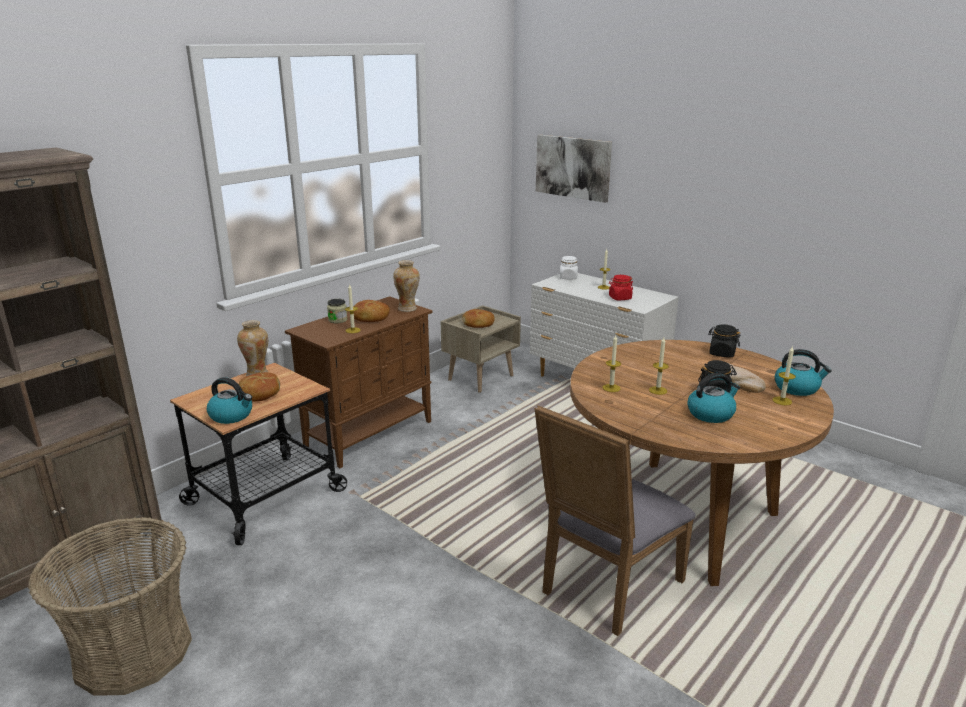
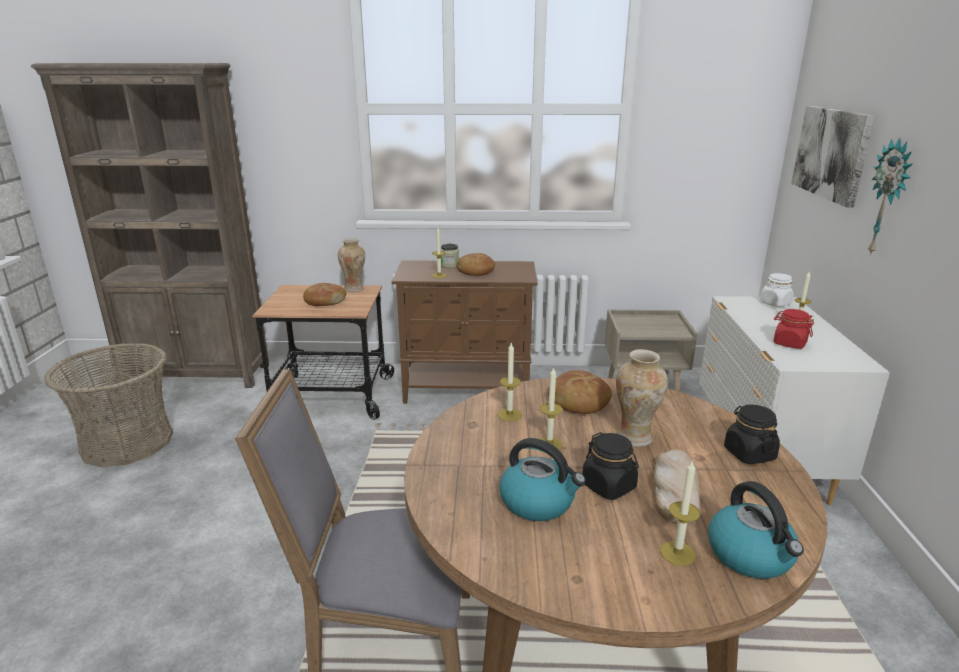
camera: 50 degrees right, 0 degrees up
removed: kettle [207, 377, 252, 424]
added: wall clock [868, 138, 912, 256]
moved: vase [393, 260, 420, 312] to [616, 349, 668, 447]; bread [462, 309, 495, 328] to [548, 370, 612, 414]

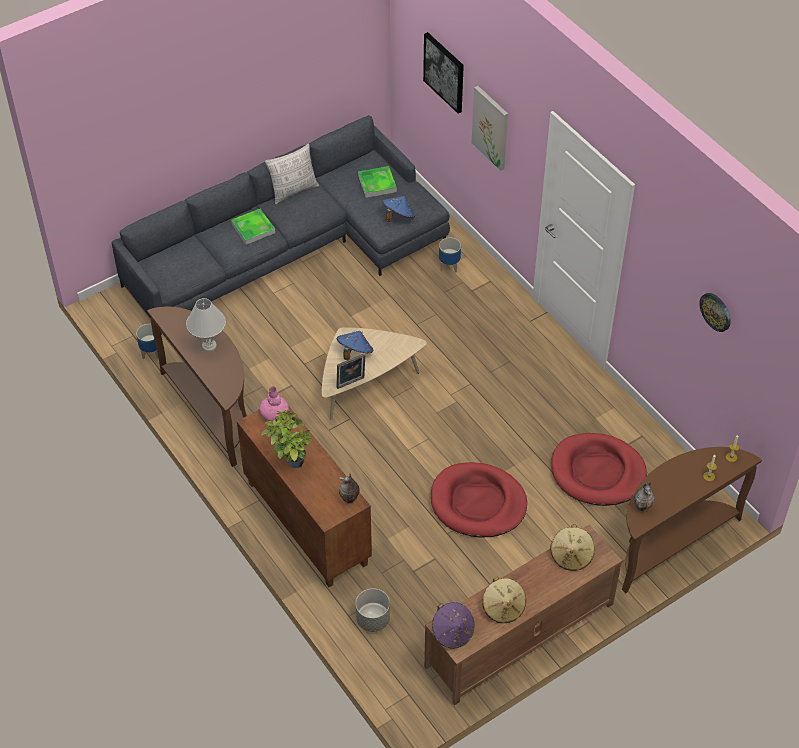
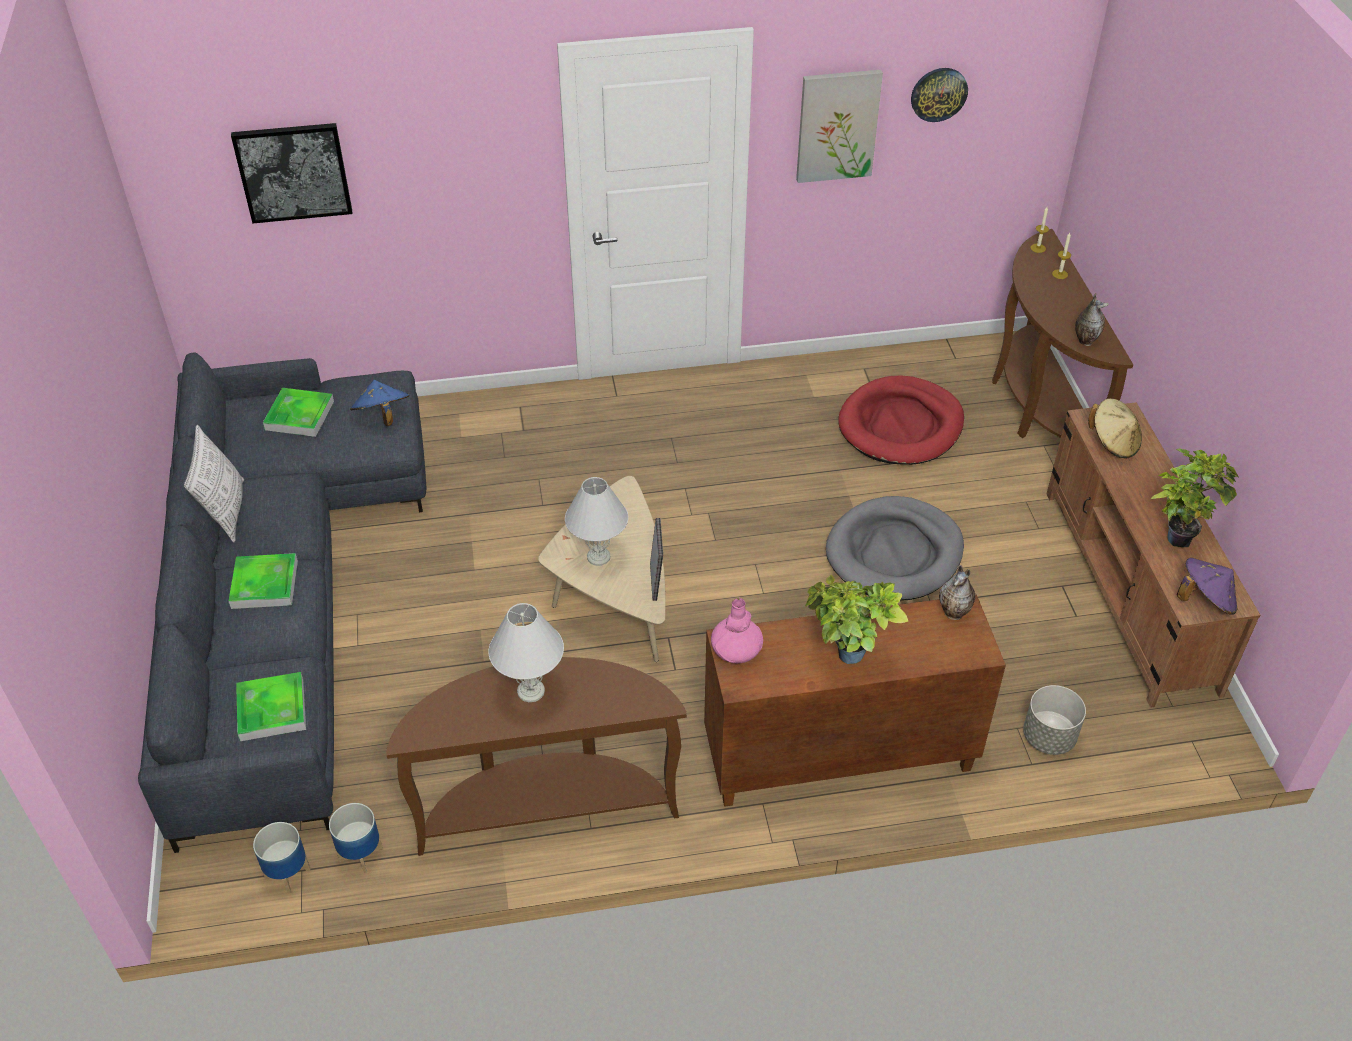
camera: 65 degrees left, 5 degrees down
added: tray [236, 672, 306, 741]
moved: picture [472, 86, 508, 171] to [796, 70, 883, 183]; planter [439, 237, 461, 272] to [253, 822, 311, 893]
replaced: blue hat [337, 331, 373, 360] to white table lamp [565, 477, 628, 566]; beige hat [483, 577, 526, 623] to potted plant [1151, 449, 1239, 547]
recoloured: red dog bed [431, 462, 527, 538] to grey dog bed [826, 496, 964, 601]

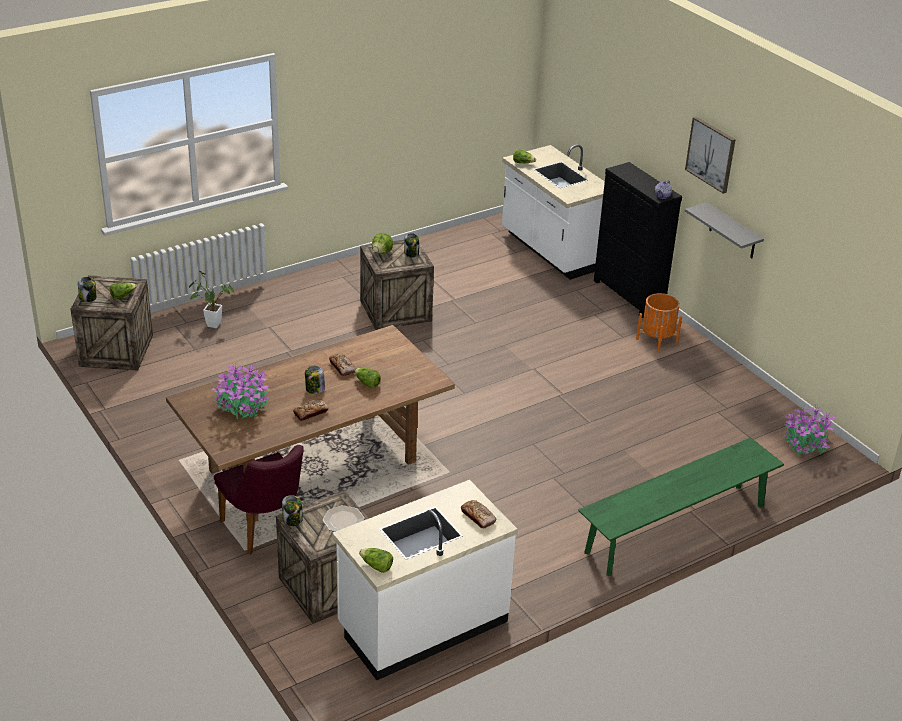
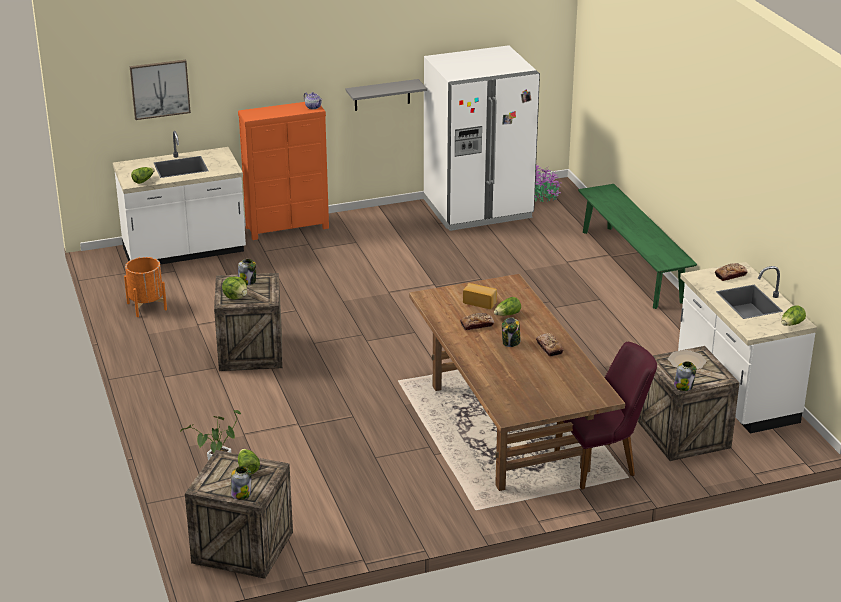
camera: 75 degrees left, 5 degrees down
removed: potted plant [212, 364, 270, 419]
added: white fridge [424, 45, 540, 231]; bread [463, 283, 497, 309]
moved: picture [685, 117, 736, 194] to [130, 60, 191, 120]; orange planter [636, 293, 682, 352] to [124, 257, 167, 317]
recoloured: black dresser [594, 162, 682, 318] to orange dresser [238, 102, 329, 240]

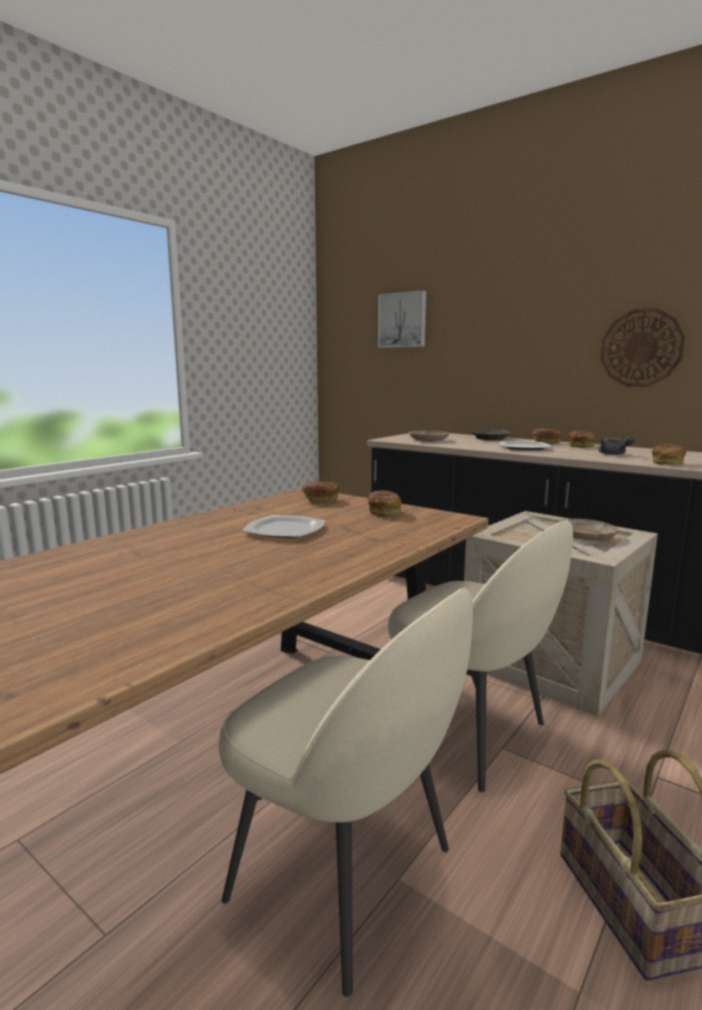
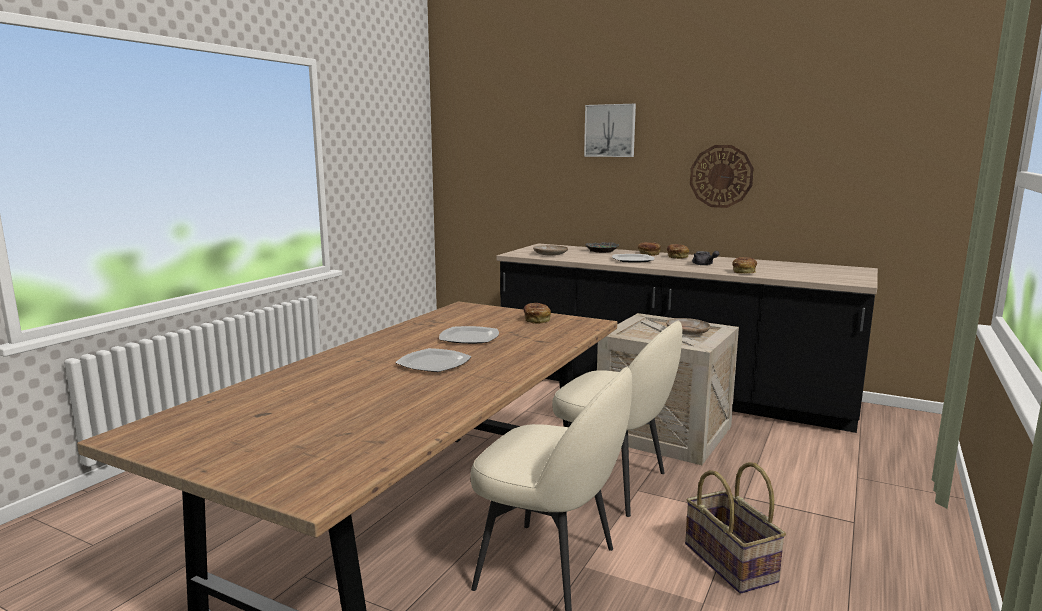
camera: 10 degrees left, 0 degrees up
removed: bread [302, 481, 339, 504]
added: plate [395, 348, 472, 372]
moved: picture [378, 290, 426, 348] to [584, 104, 636, 157]

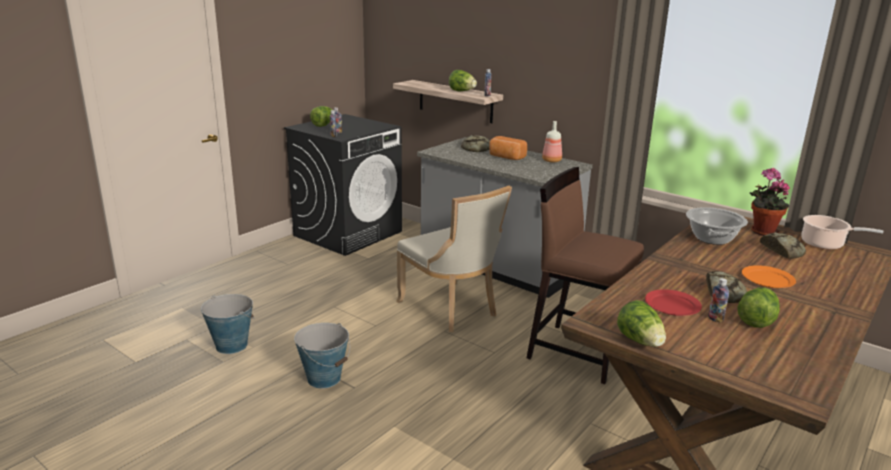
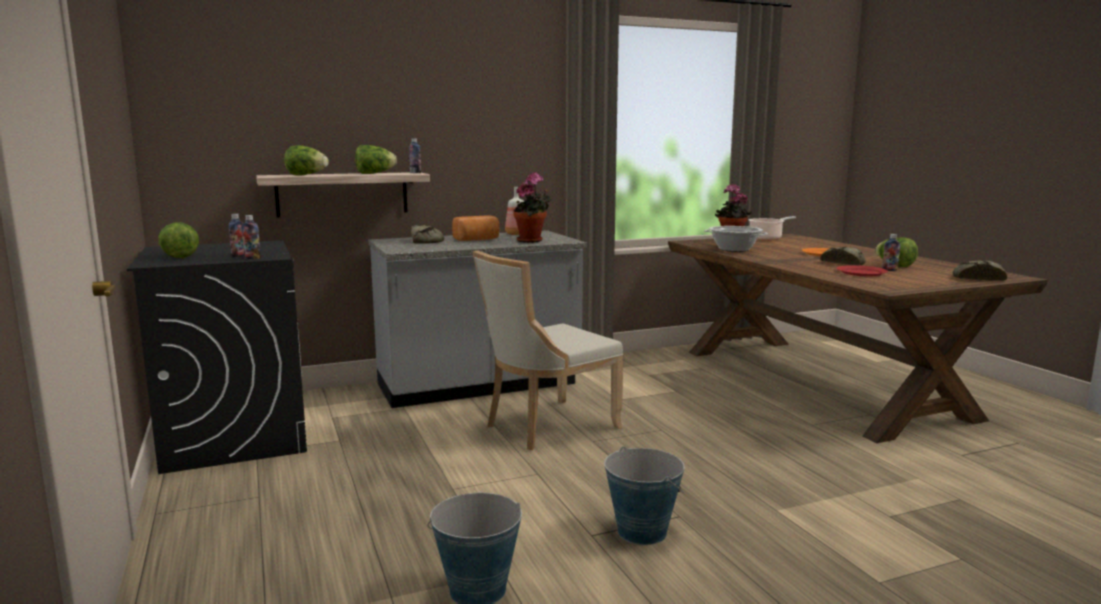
camera: 60 degrees left, 10 degrees down
removed: brown stool [527, 167, 644, 384]
added: potted plant [513, 172, 552, 243]
moved: bread [760, 232, 806, 259] to [953, 260, 1007, 281]; lettuce [617, 300, 666, 347] to [284, 145, 329, 176]
turned: beige chair [396, 186, 512, 332] = [473, 250, 624, 450] 150 degrees clockwise

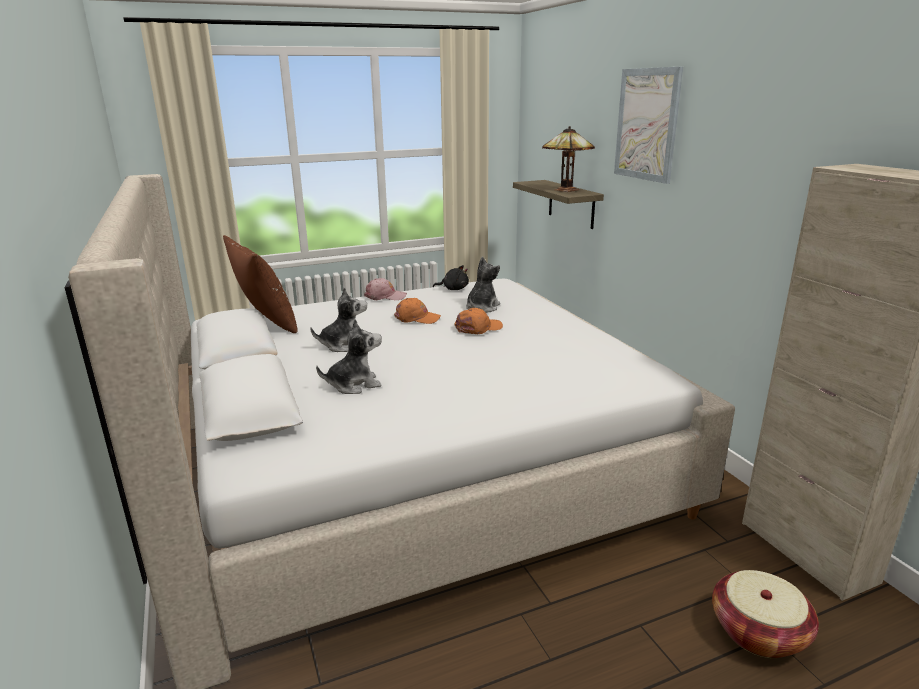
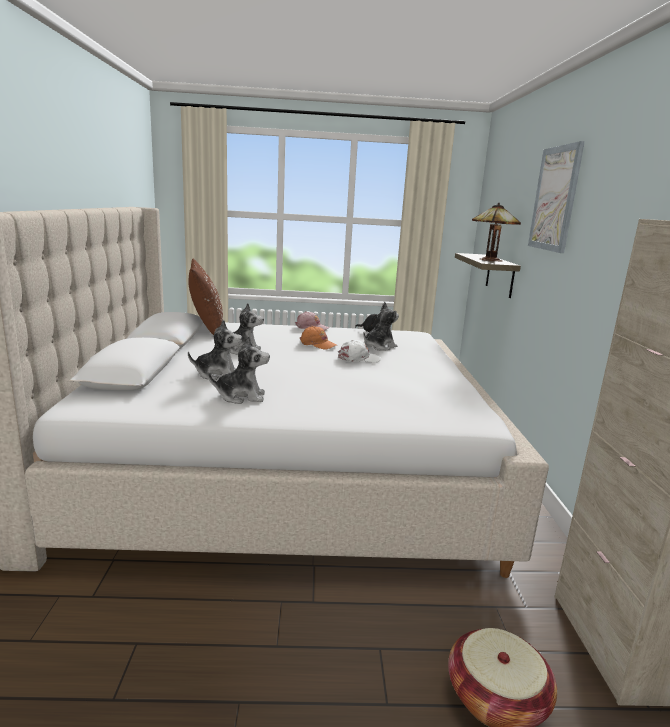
camera: 20 degrees right, 5 degrees down
added: plush toy [208, 335, 270, 404]
recoloured: orange cap [454, 308, 503, 334] to white cap [338, 340, 381, 363]

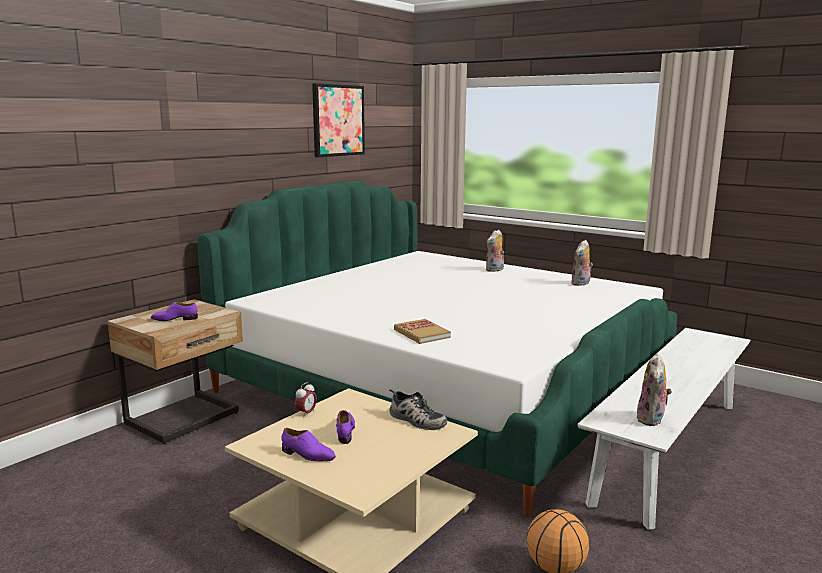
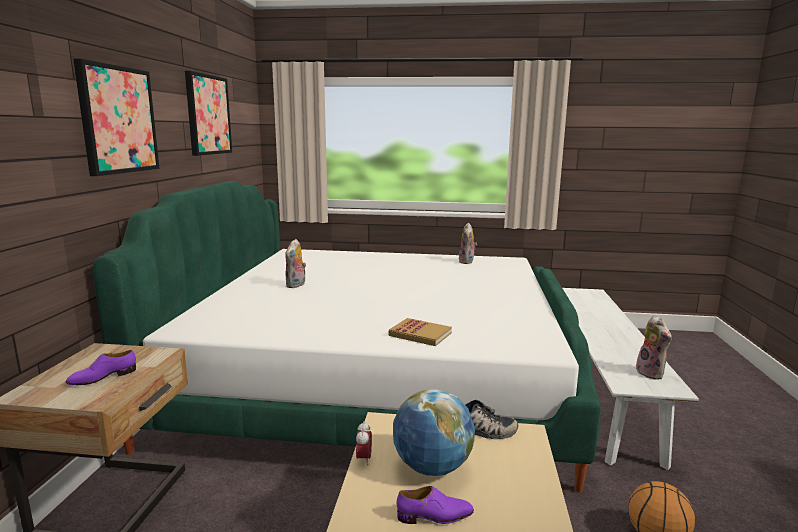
camera: 30 degrees left, 0 degrees up
added: picture [73, 59, 159, 176]
moved: plush toy [486, 229, 504, 272] to [285, 239, 306, 288]
replaced: purple shoe [336, 410, 355, 444] to globe [393, 389, 475, 476]

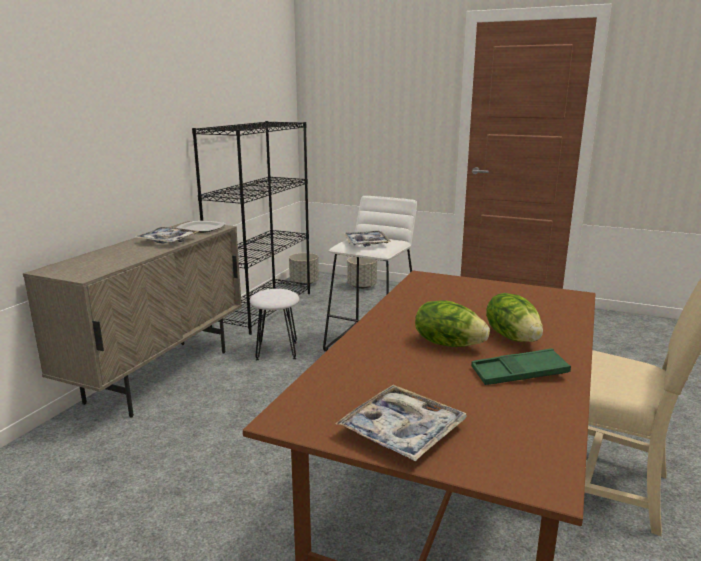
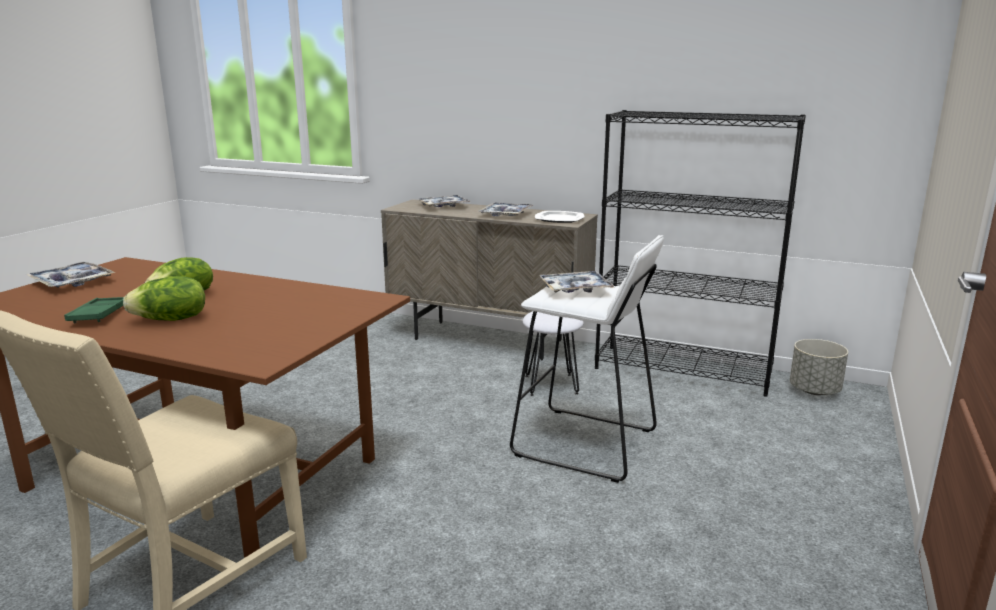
camera: 90 degrees right, 0 degrees up
removed: grey planter [347, 257, 377, 289]
added: tray [418, 195, 470, 207]

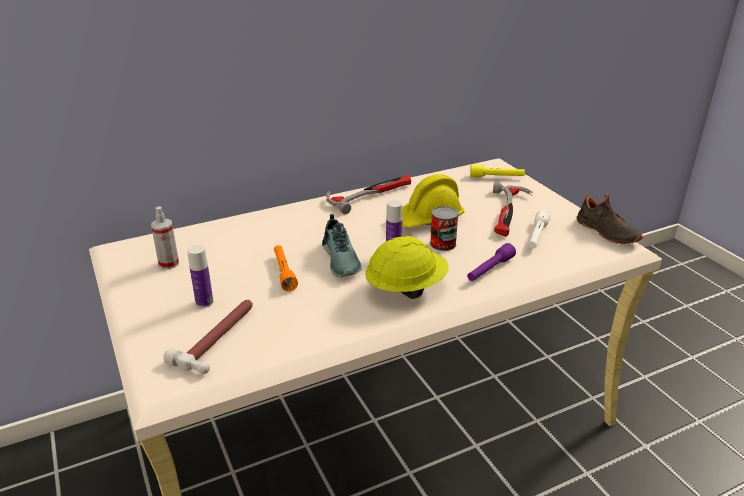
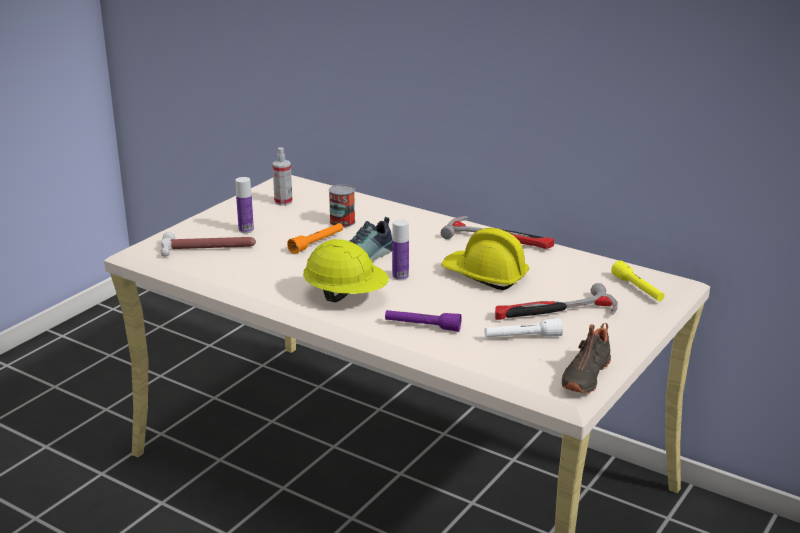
camera: 60 degrees right, 5 degrees down
moved: can [430, 206, 459, 251] to [329, 184, 355, 228]

